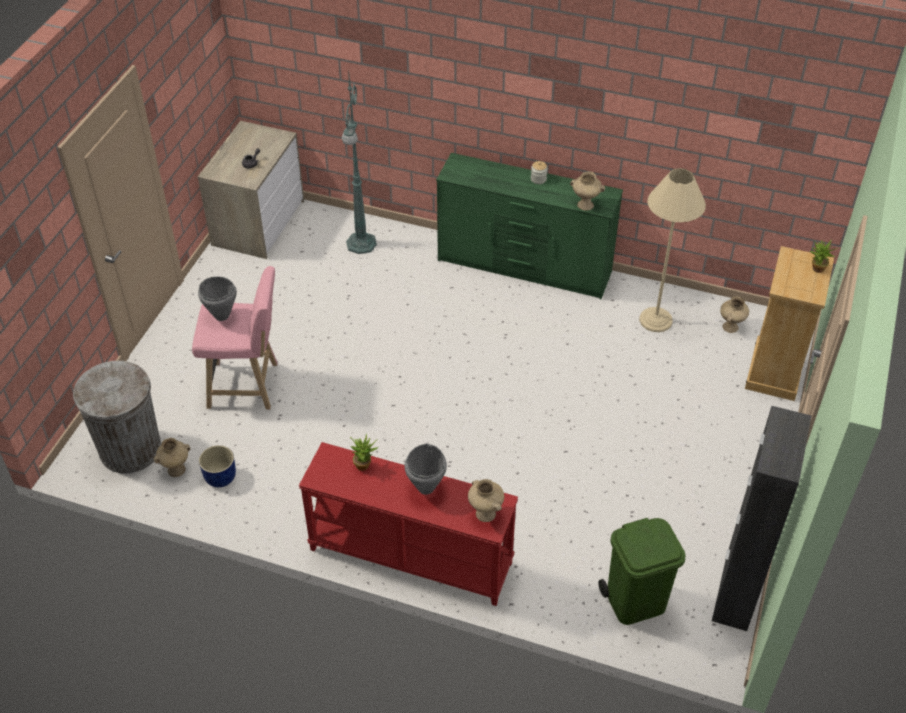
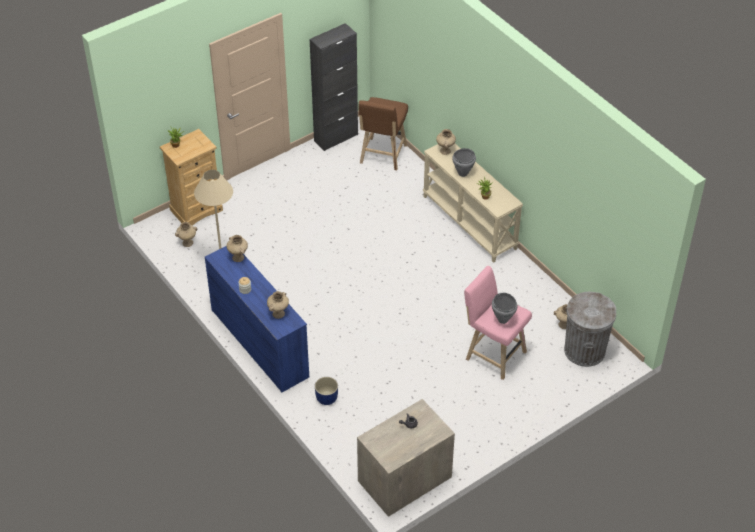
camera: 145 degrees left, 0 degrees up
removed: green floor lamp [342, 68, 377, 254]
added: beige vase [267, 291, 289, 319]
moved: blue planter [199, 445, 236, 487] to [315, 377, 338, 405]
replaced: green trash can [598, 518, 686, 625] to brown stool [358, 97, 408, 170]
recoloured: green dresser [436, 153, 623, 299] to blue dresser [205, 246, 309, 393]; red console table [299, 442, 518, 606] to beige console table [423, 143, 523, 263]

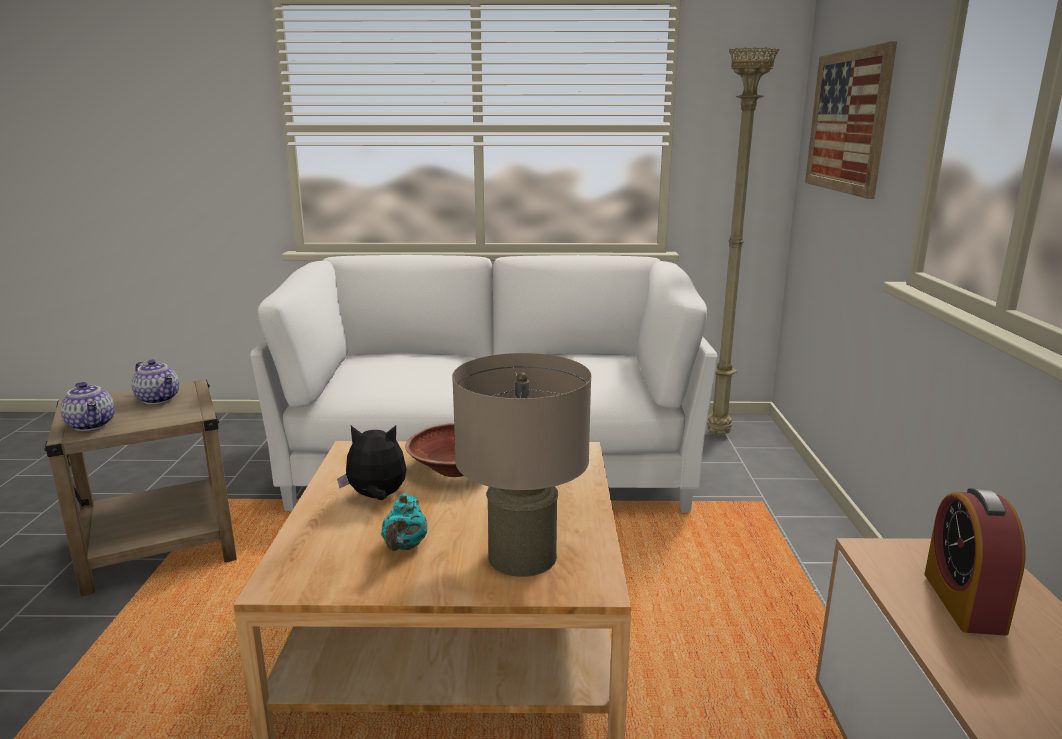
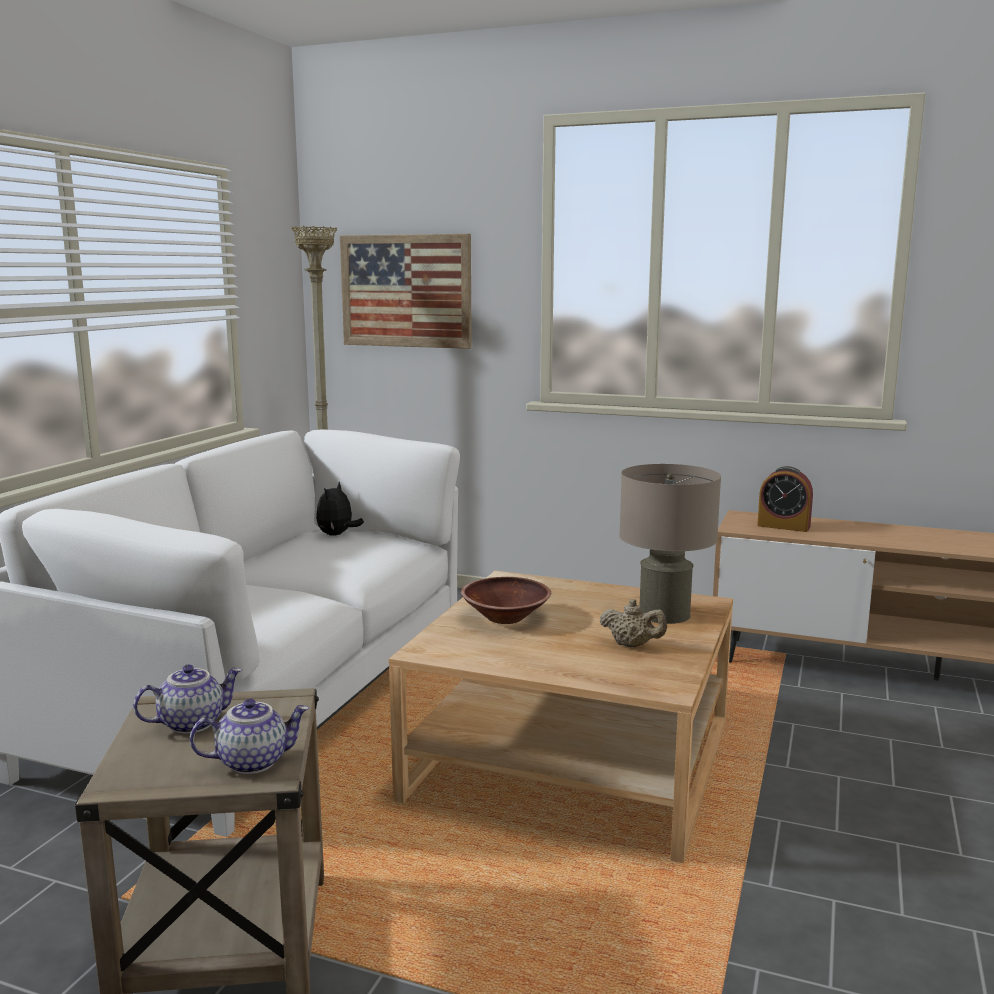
camera: 70 degrees left, 5 degrees down
moved: plush toy [337, 425, 406, 500] to [316, 482, 364, 536]
recoloured: turquoise teapot [381, 493, 427, 551] to beige teapot [600, 599, 667, 647]

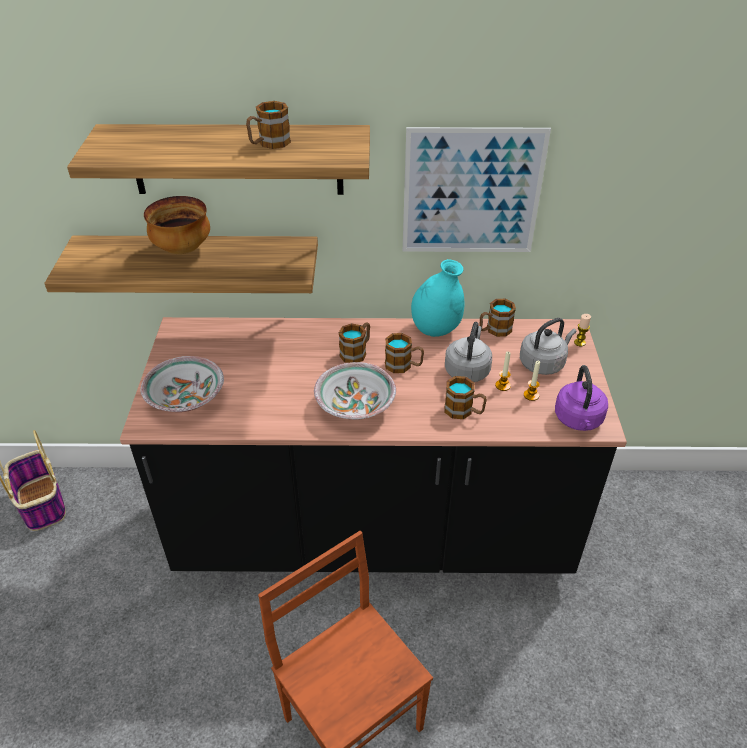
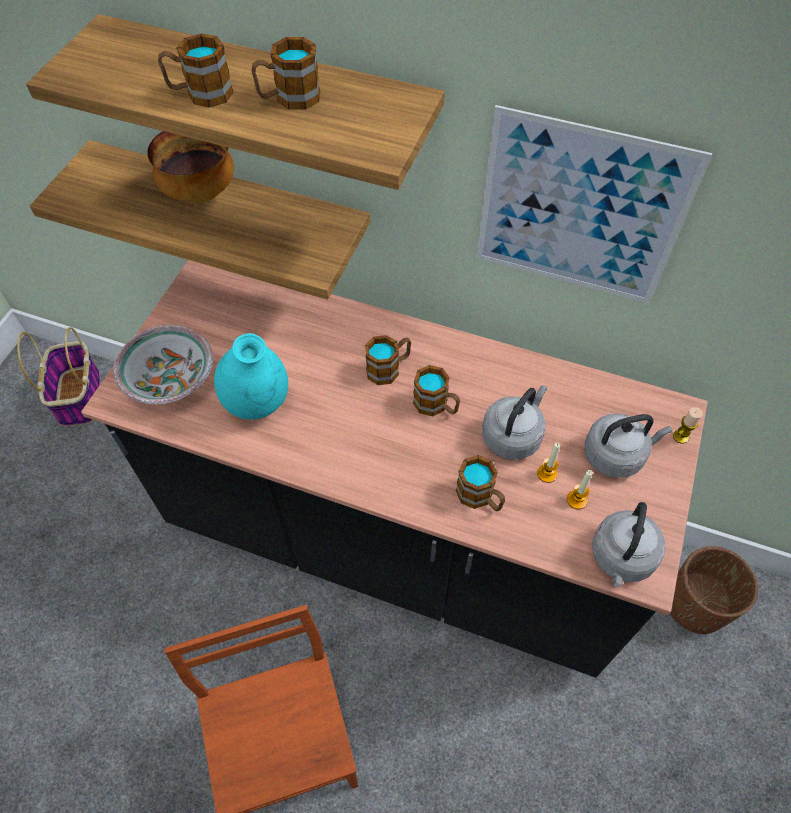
camera: 20 degrees right, 15 degrees up
removed: bowl [314, 362, 396, 420]
added: brown planter [670, 546, 758, 634]
moved: turquoise vase [411, 259, 464, 337] to [214, 333, 288, 420]; mug [479, 299, 516, 337] to [158, 33, 234, 108]
recoloured: purple kettle [555, 365, 608, 431] to grey kettle [592, 502, 665, 587]

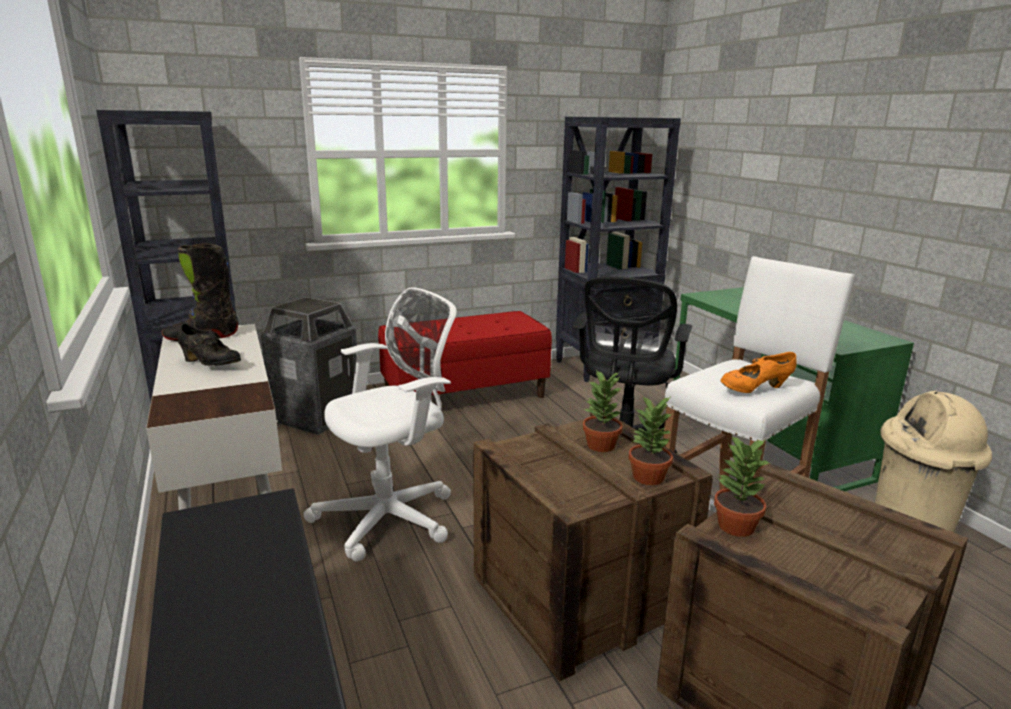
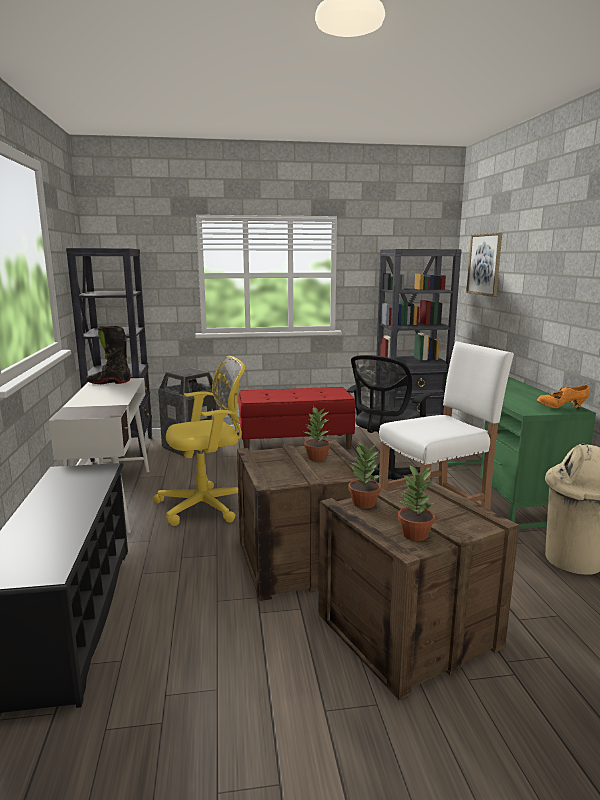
camera: 15 degrees right, 5 degrees down
removed: black shoe [178, 324, 241, 366]
added: picture [466, 233, 502, 297]
moved: orange shoe [721, 352, 797, 393] to [537, 385, 590, 408]; potted plant [629, 397, 673, 485] to [398, 465, 435, 541]
recoloured: white office chair [304, 287, 457, 562] to yellow office chair [154, 356, 245, 526]

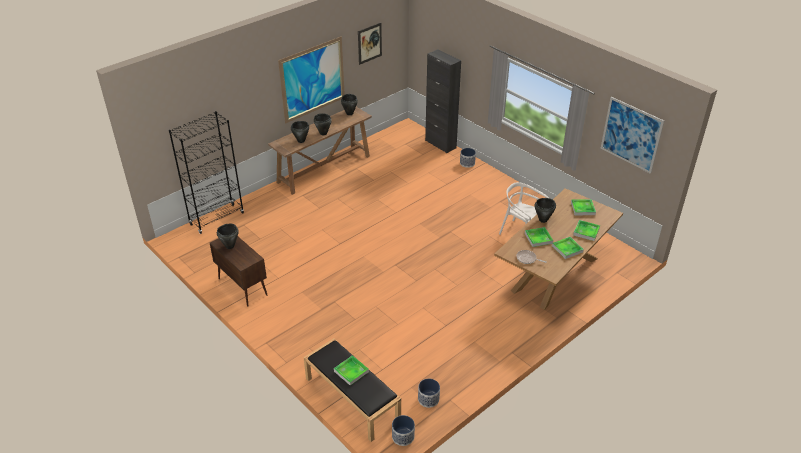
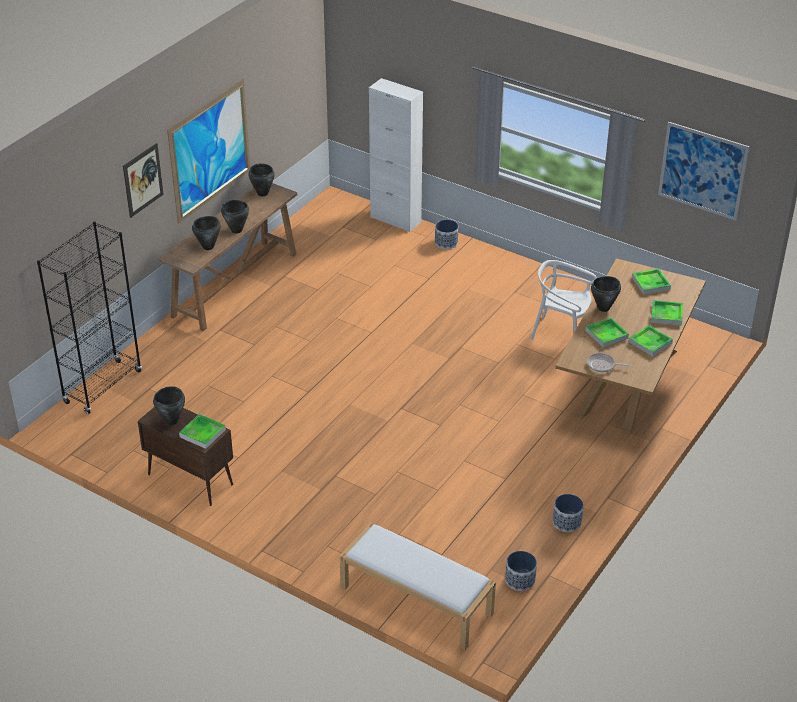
camera: 15 degrees left, 0 degrees up
moved: picture [358, 23, 382, 65] to [123, 143, 164, 218]; tray [334, 355, 369, 386] to [179, 414, 226, 449]; planter [392, 415, 415, 446] to [553, 494, 584, 532]
recoloured: black cabinet [425, 49, 461, 153] to white cabinet [369, 78, 423, 232]; black bench [304, 338, 401, 442] to white bench [339, 522, 496, 650]

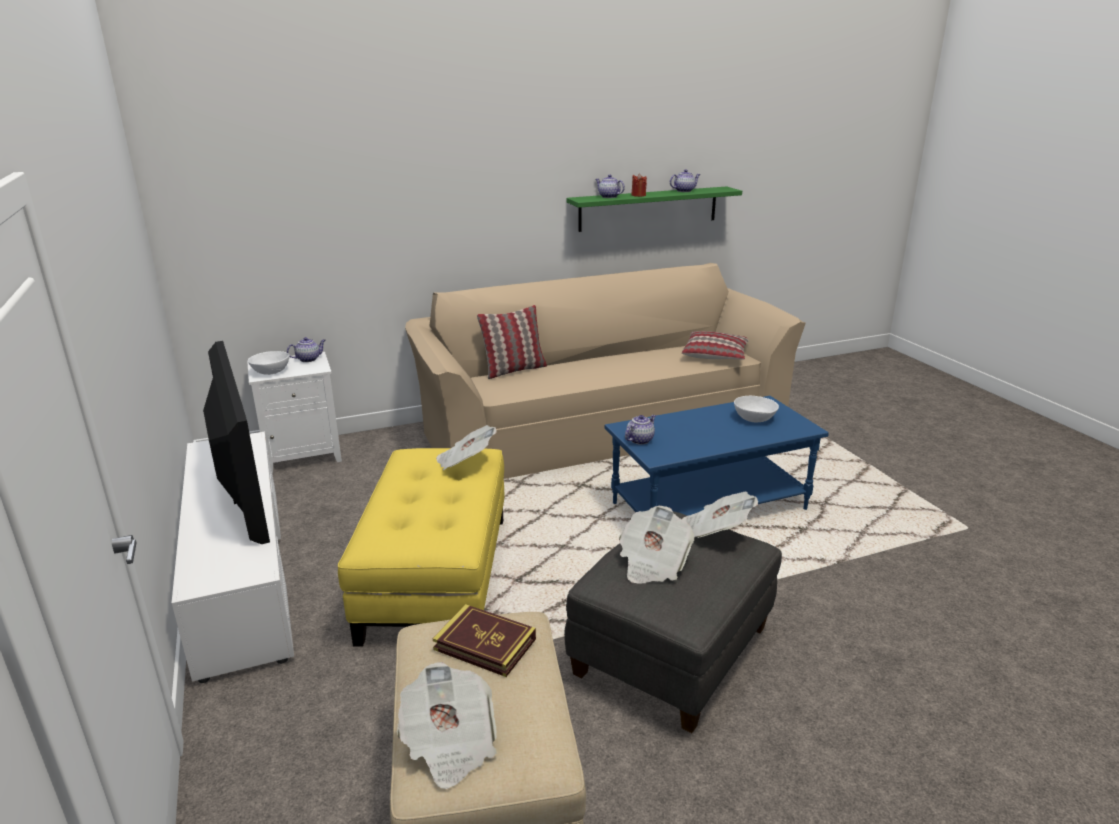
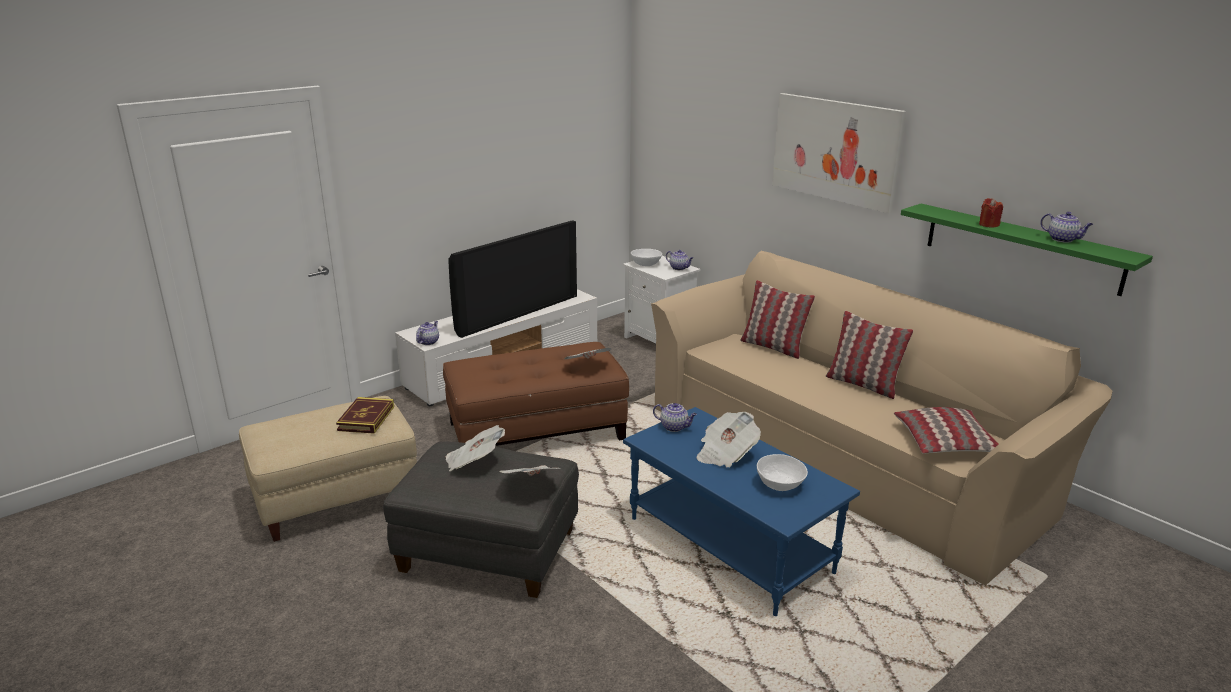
camera: 70 degrees right, 0 degrees up
added: picture [772, 93, 906, 213]; pillow [826, 311, 913, 399]
moved: teapot [595, 175, 625, 198] to [416, 321, 439, 345]; newspaper [397, 662, 497, 789] to [697, 412, 761, 467]
recoloured: yellow ottoman [338, 448, 504, 647] to brown ottoman [443, 342, 629, 446]

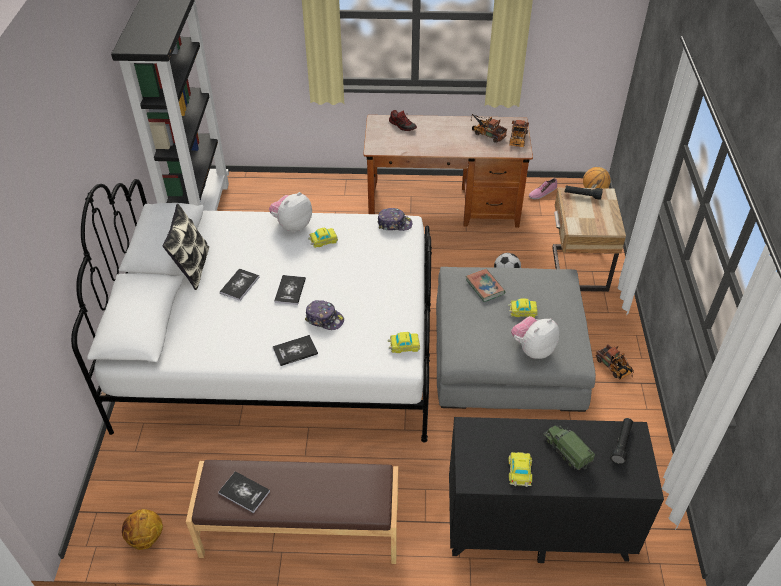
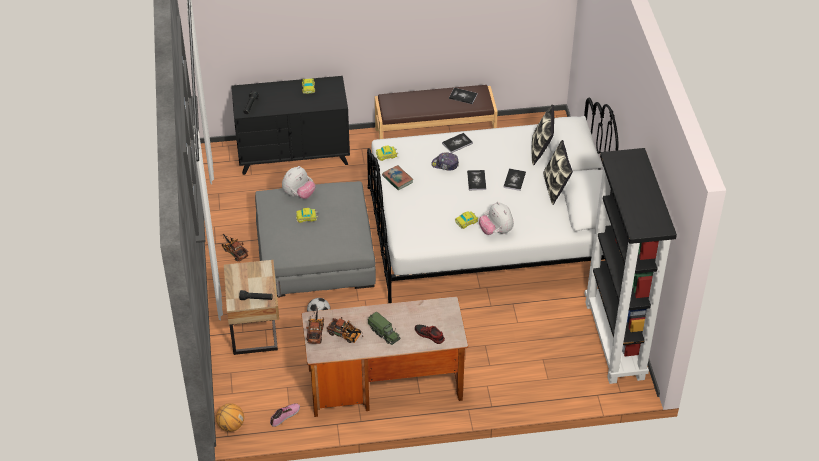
camera: 170 degrees right, 0 degrees up
removed: cap [377, 208, 412, 231]; basketball [122, 509, 163, 550]
added: pillow [532, 105, 554, 165]
moved: book [466, 269, 505, 302] to [382, 165, 413, 190]; toy truck [543, 426, 595, 470] to [368, 312, 401, 345]
turned: plush toy [269, 192, 312, 232] = [479, 202, 514, 235] 120 degrees clockwise

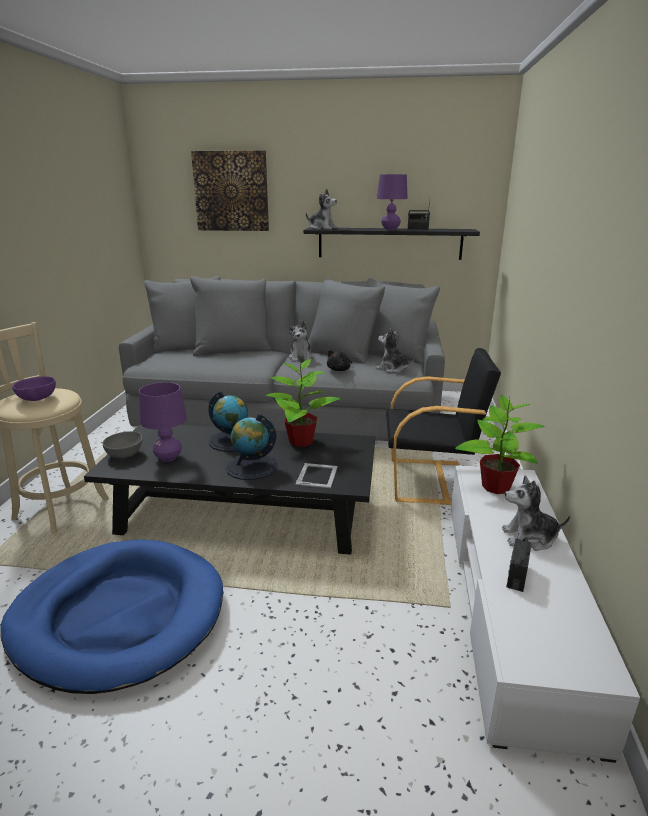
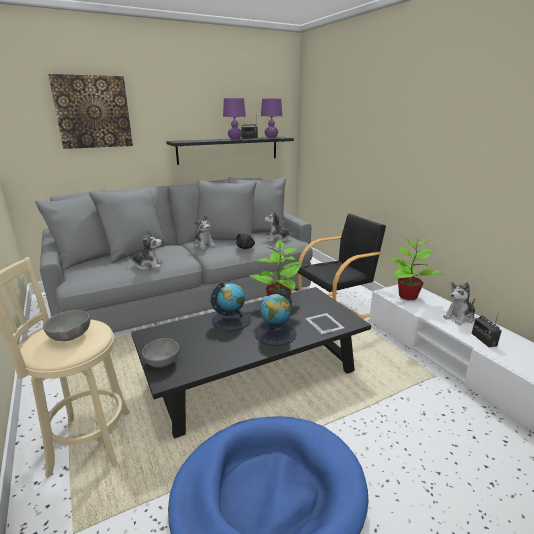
camera: 35 degrees left, 0 degrees up
moved: plush toy [306, 189, 337, 229] to [127, 230, 163, 270]; purple table lamp [139, 382, 187, 462] to [261, 99, 282, 138]
recoloured: purple bowl [12, 376, 56, 401] to grey bowl [43, 310, 90, 341]

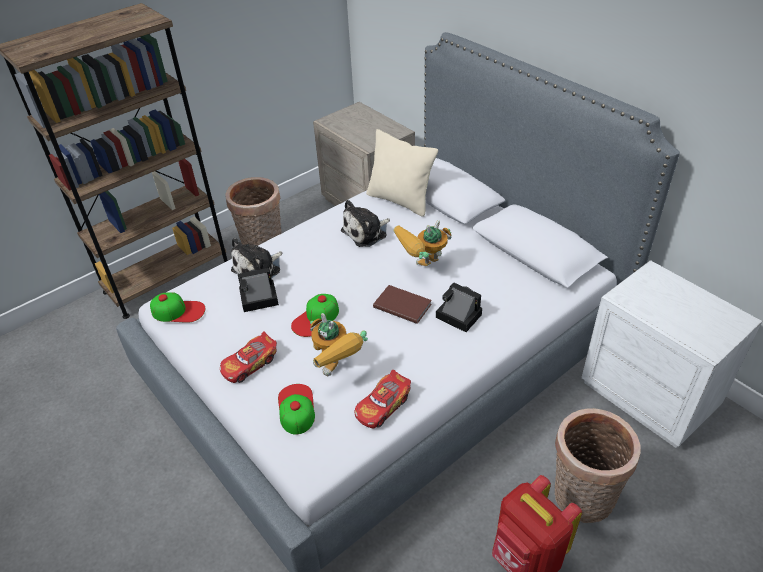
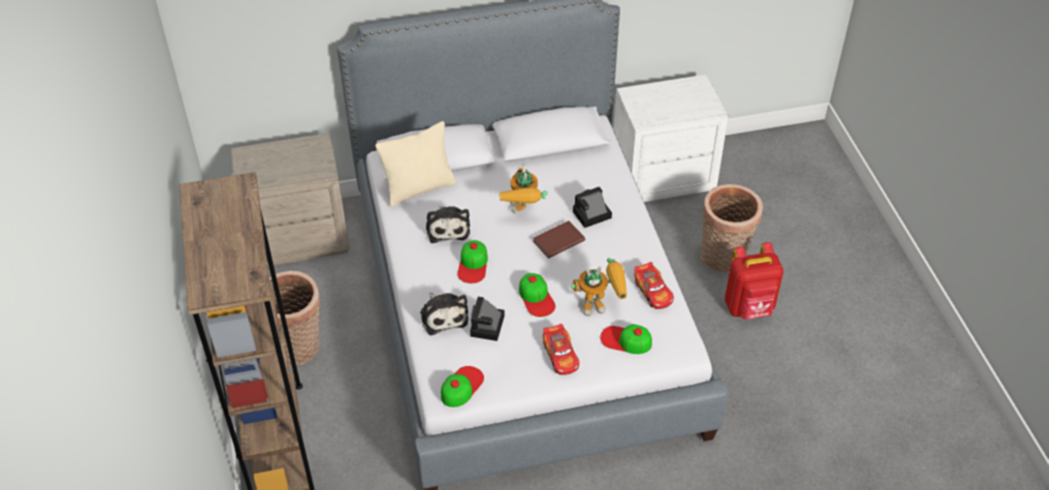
camera: 65 degrees left, 5 degrees up
added: cap [458, 240, 488, 283]

